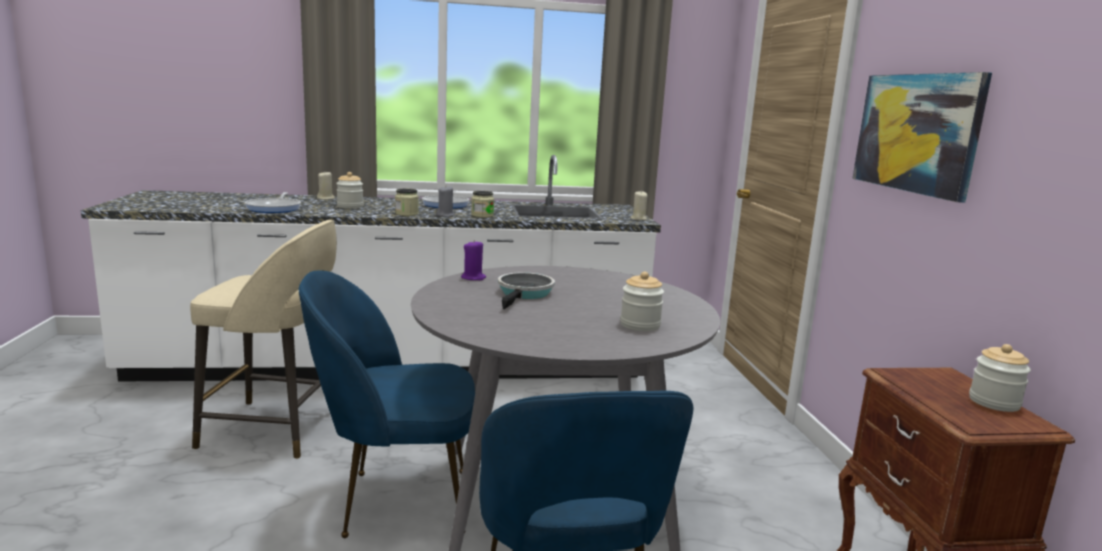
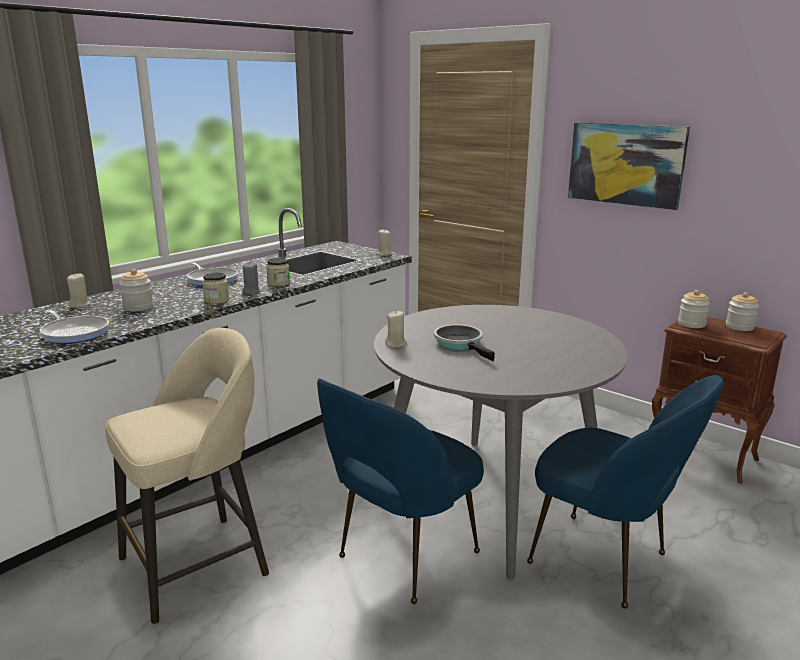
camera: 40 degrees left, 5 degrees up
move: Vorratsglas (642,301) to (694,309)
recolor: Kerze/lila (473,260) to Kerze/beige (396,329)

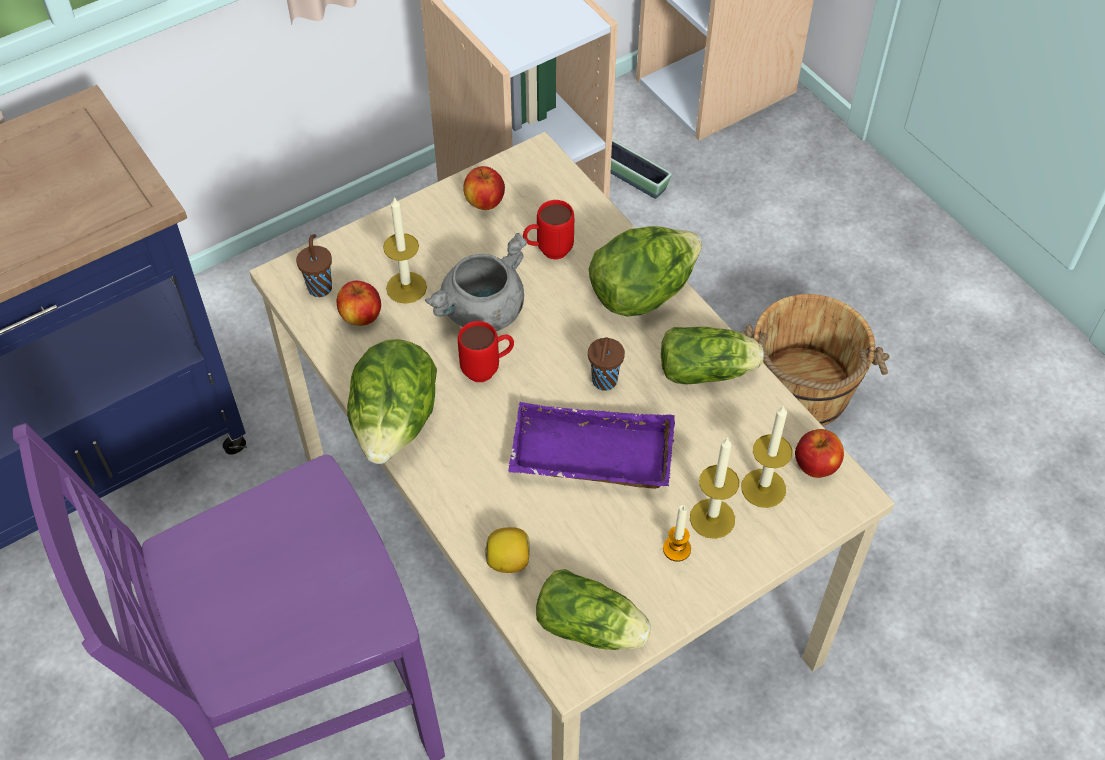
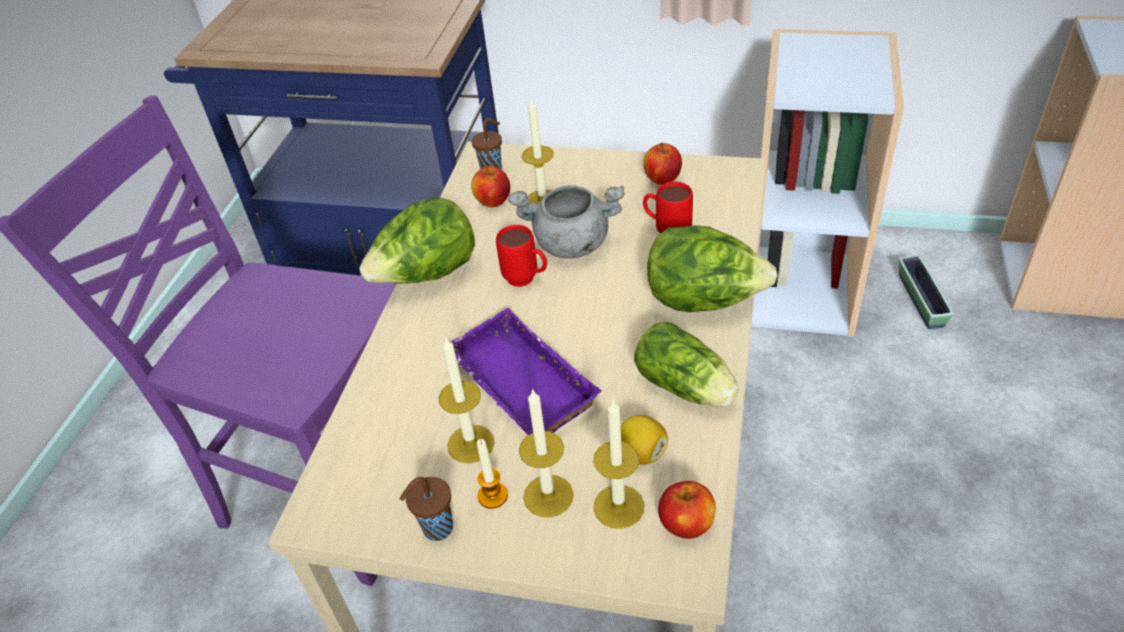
camera: 50 degrees right, 10 degrees down
delete: Eimer/braun (814,360); Salatkopf (593,609)
insert: Kerze (466,399)
move: Tasse/braun (606,364) to (426,509); Zitrone (507,550) to (644,440)

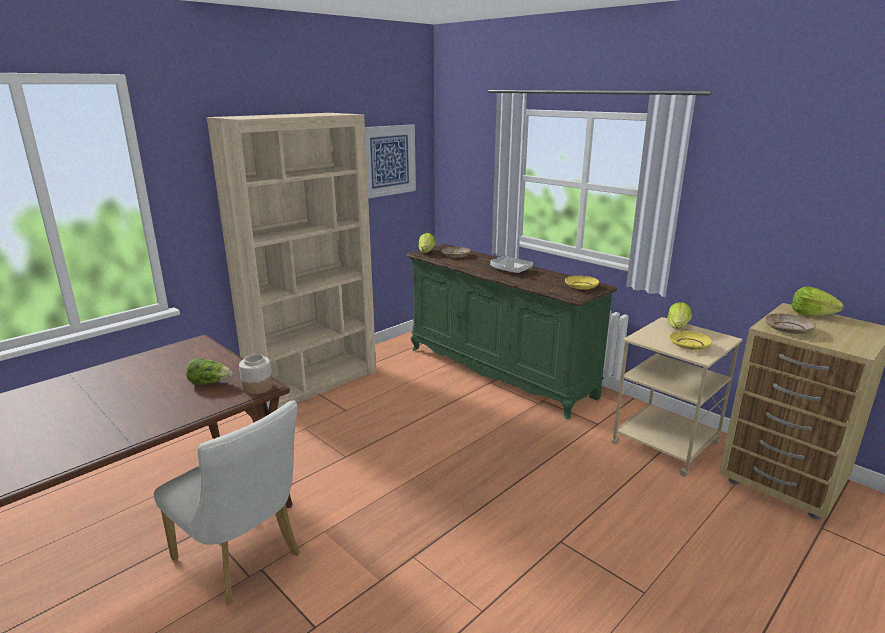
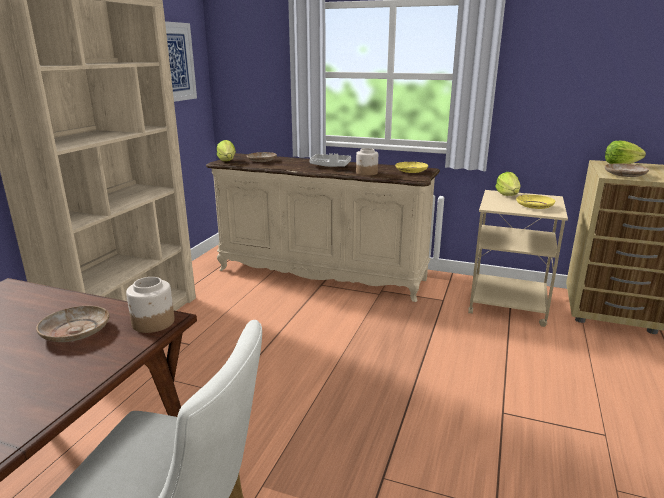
camera: 25 degrees left, 0 degrees up
insert: Vorratsglas (367,162)
replace: Salatkopf (209,371) to Teller/beige (73,324)
recolor: Schrank/grün (512,331) to Schrank/beige (323,227)

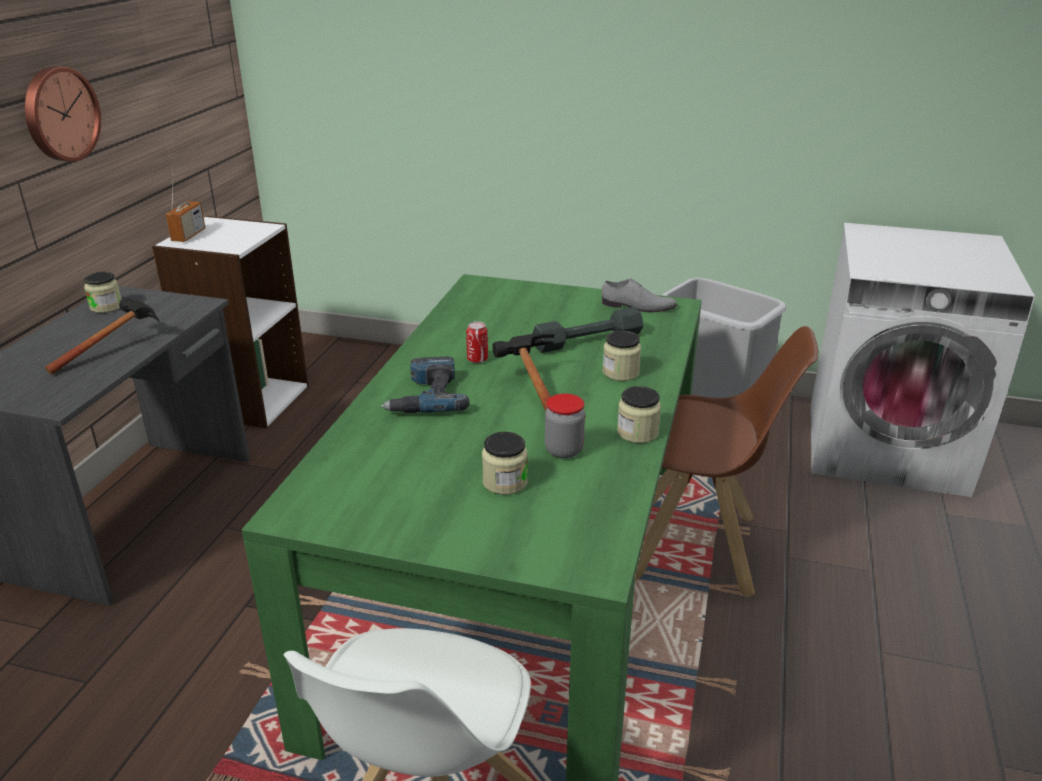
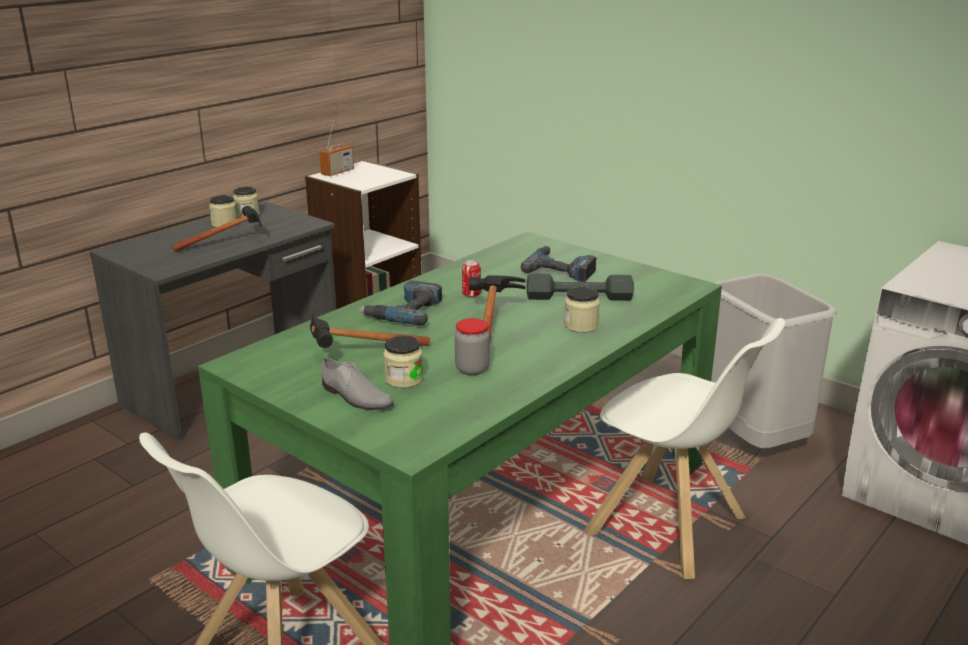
camera: 25 degrees right, 5 degrees down
delete: Wanduhr (63,114)
insert: Bohrmaschine (559,264); Hammer (370,329)
move: Schuh/grau (639,295) to (357,384); Vorratsglas (639,414) to (223,211)
recolor: Stuhl/braun (726,461) to Stuhl/weiß (684,448)

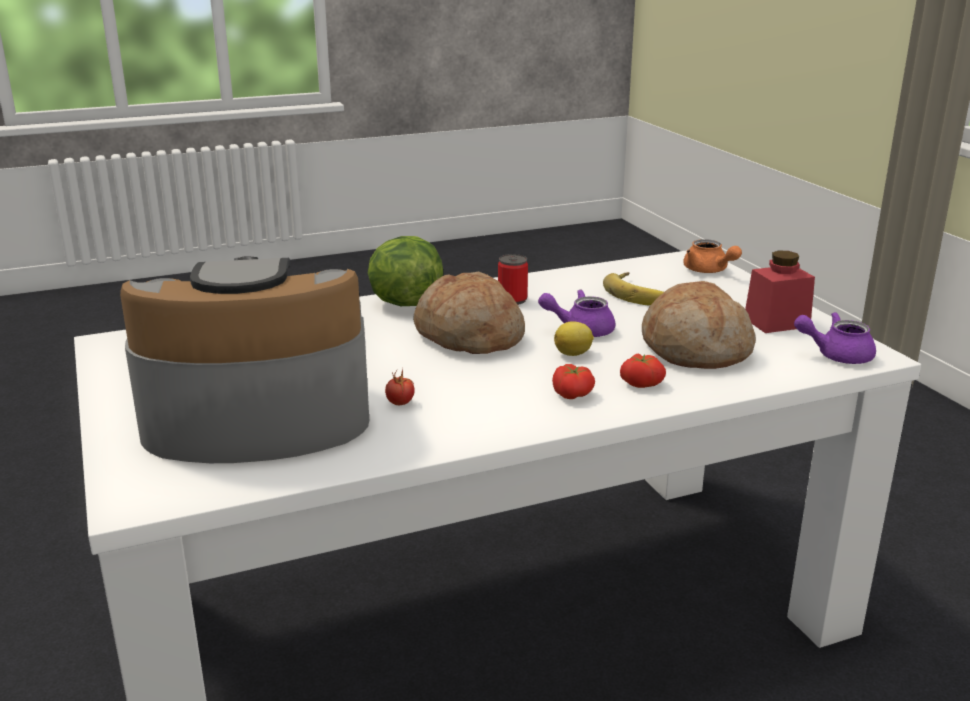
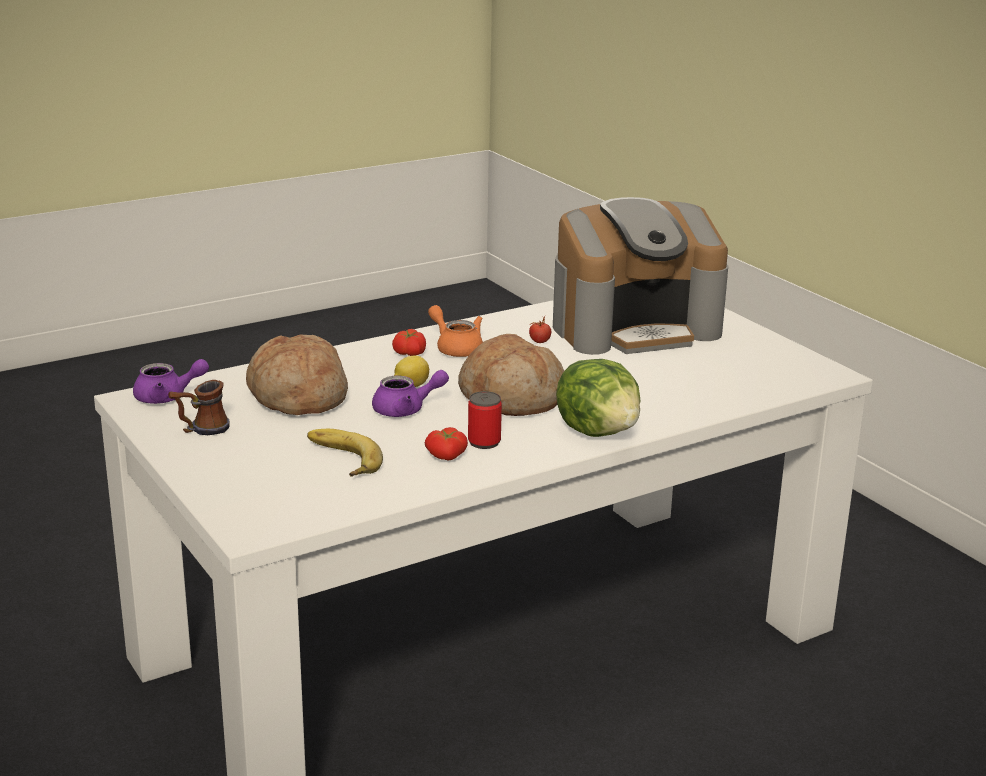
camera: 170 degrees right, 0 degrees up
move: Teekanne/orange (712,256) to (455,331); Tomate (643,370) to (446,443)
replace: Vorratsglas/rot (780,292) to Henkelbecher (198,407)

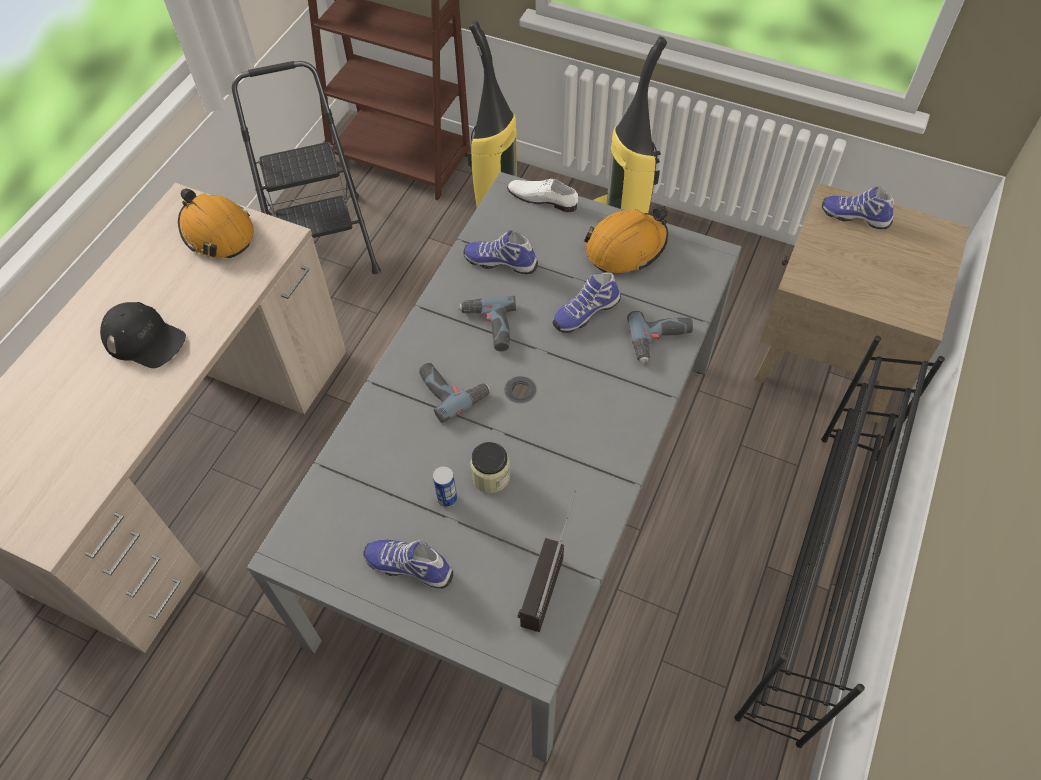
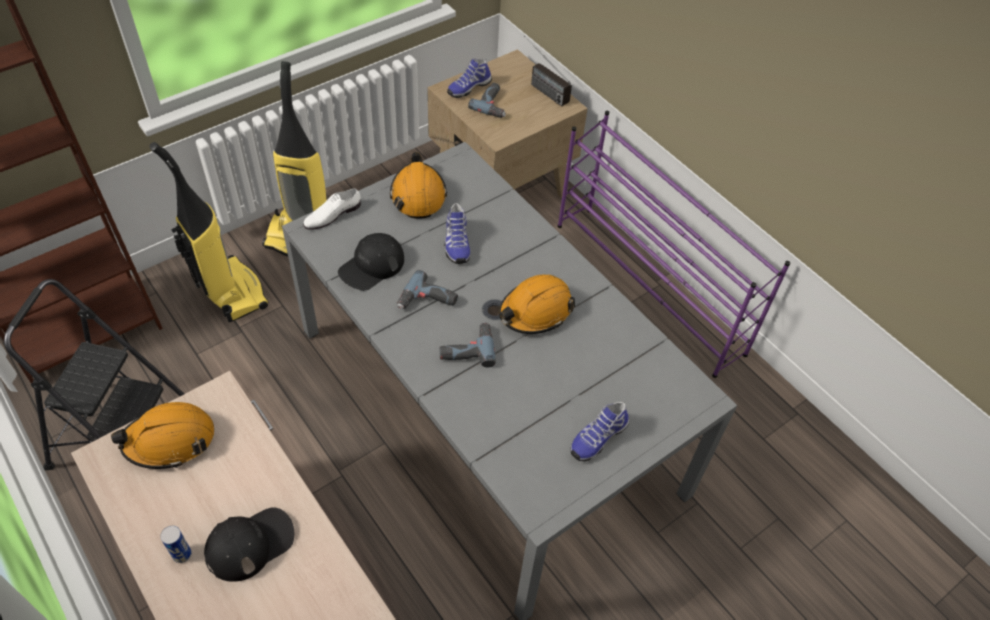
camera: 65 degrees left, 5 degrees down
delete: Vorratsglas (490,467)
insert: Schutzhelm/orange (537,304)
move: Bohrmaschine (660,337) to (487,100); Dose (445,487) to (176,544); Radio (547,561) to (548,71)
replace: Schuh (500,252) to Kappe/schwarz (371,262)
recolor: Schuhregal/schwarz (839,542) to Schuhregal/lila (674,244)

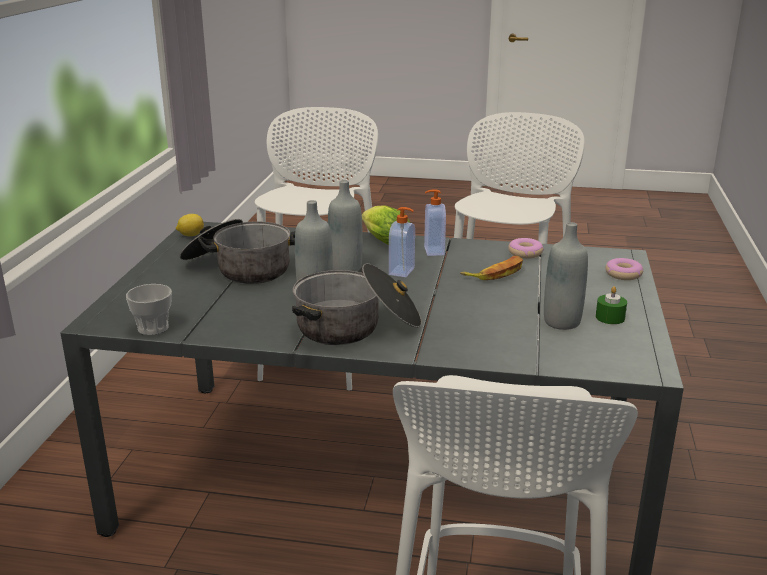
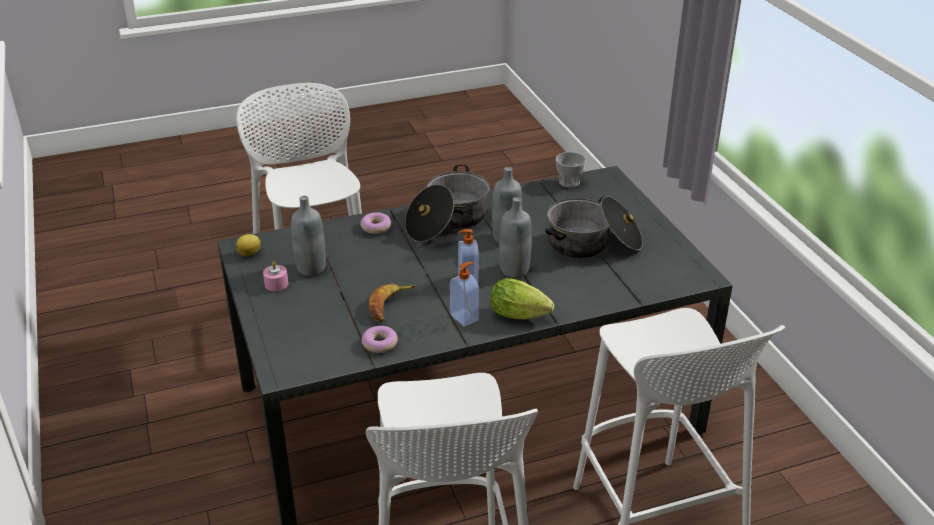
camera: 150 degrees right, 10 degrees up
move: Zitrone (190,225) to (248,245); Donut (624,269) to (375,223)
recolor: Kerze/grün (611,305) to Kerze/rosa (275,276)

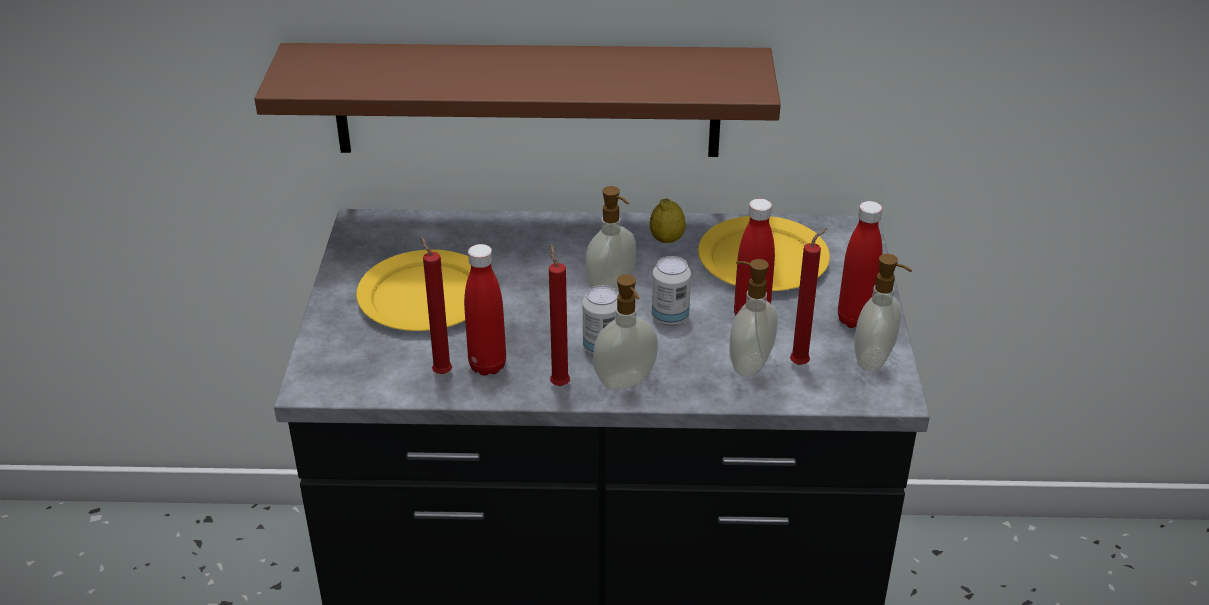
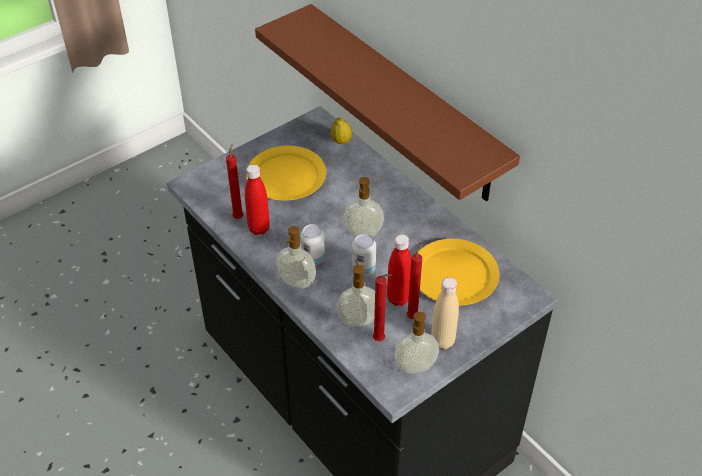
camera: 50 degrees right, 10 degrees up
move: Zitrone (668,220) to (341,130); Kerze/rot (559,315) to (414,281)
recolor: Flasche/rot (860,264) to Flasche/beige (445,313)

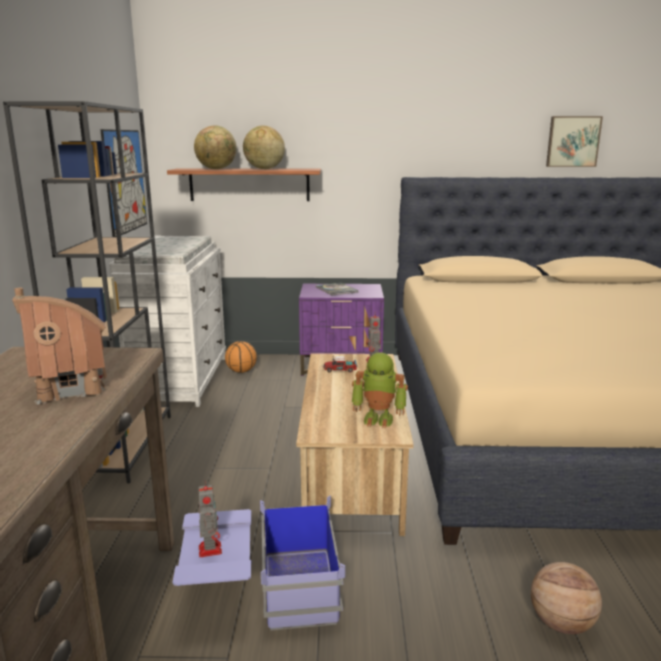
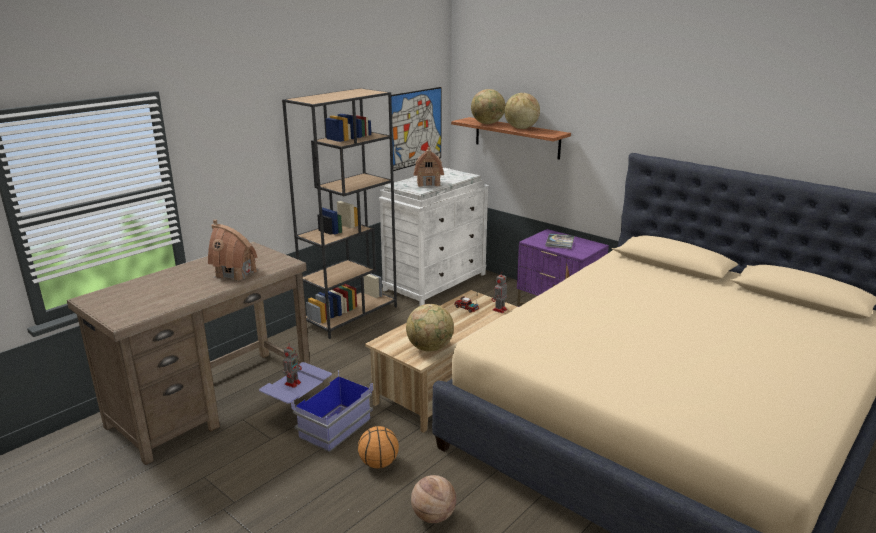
camera: 40 degrees right, 5 degrees up
delete: Bild (574,141)
insert: Spielzeughaus (429,167)
move: Basketball (241,357) to (378,447)
replace: Spielzeugroboter (380,390) to Globus (430,328)

